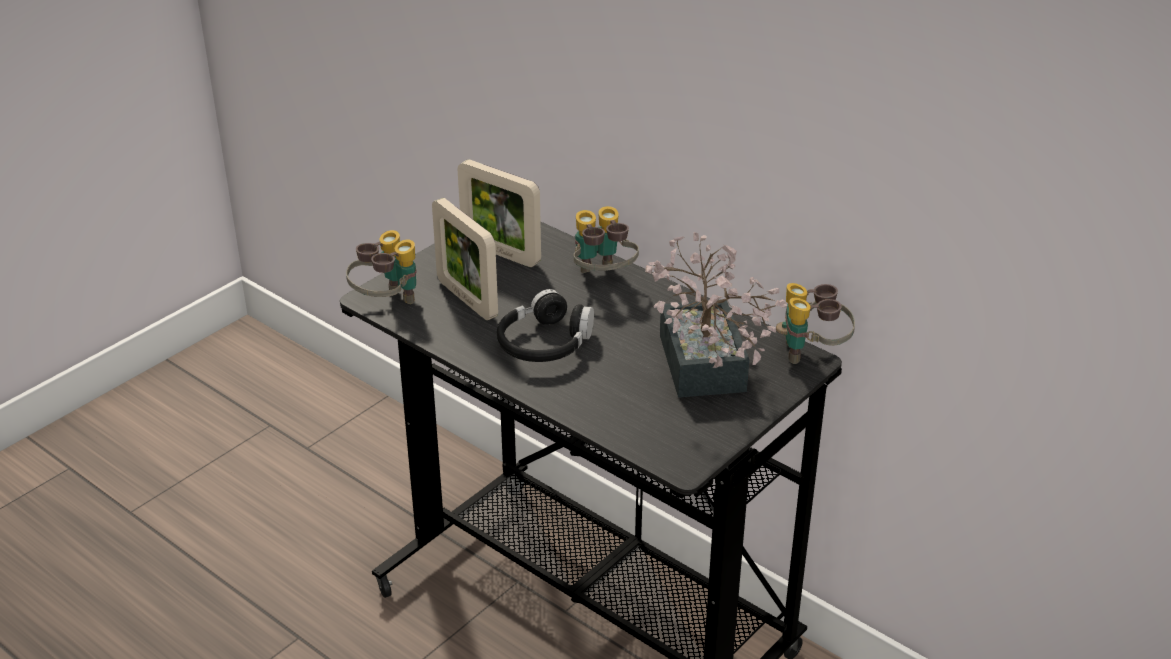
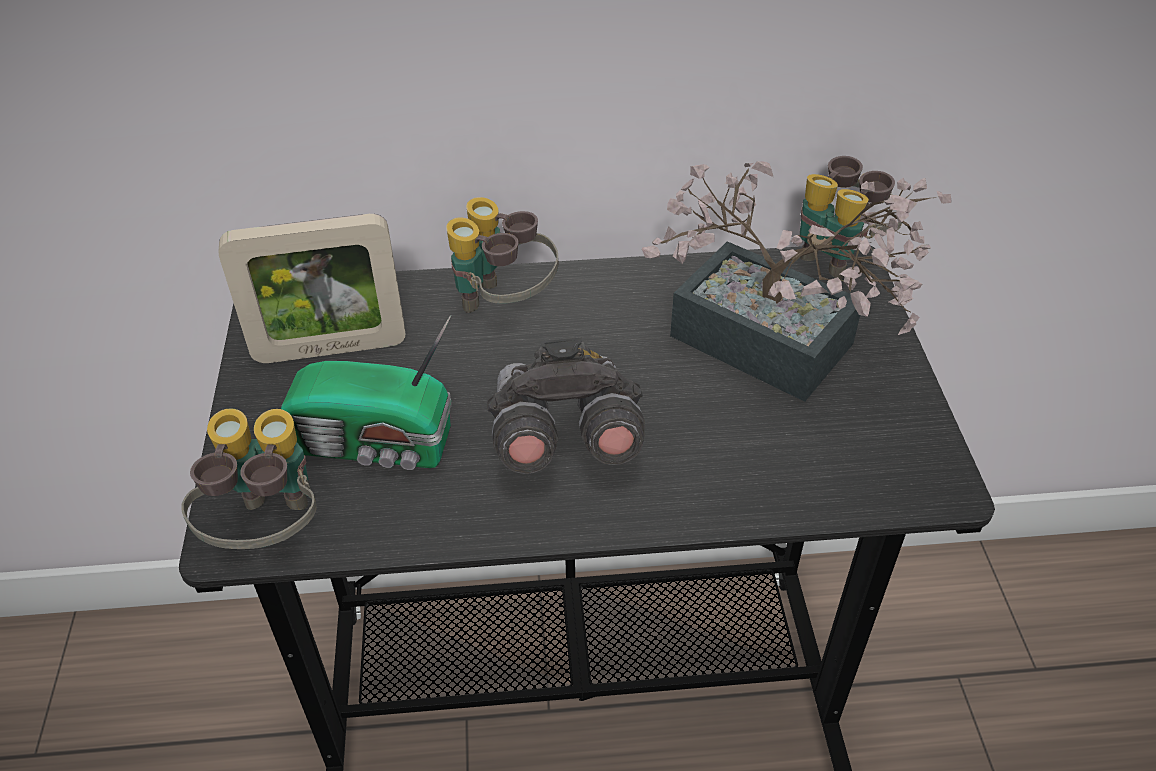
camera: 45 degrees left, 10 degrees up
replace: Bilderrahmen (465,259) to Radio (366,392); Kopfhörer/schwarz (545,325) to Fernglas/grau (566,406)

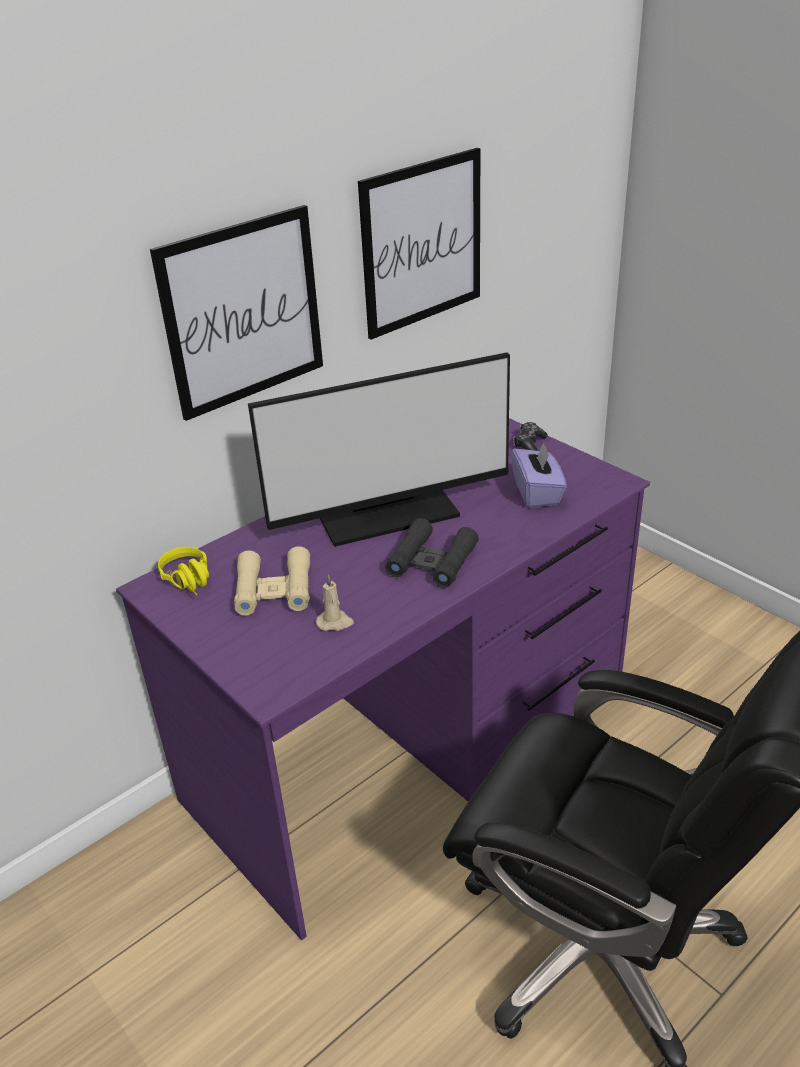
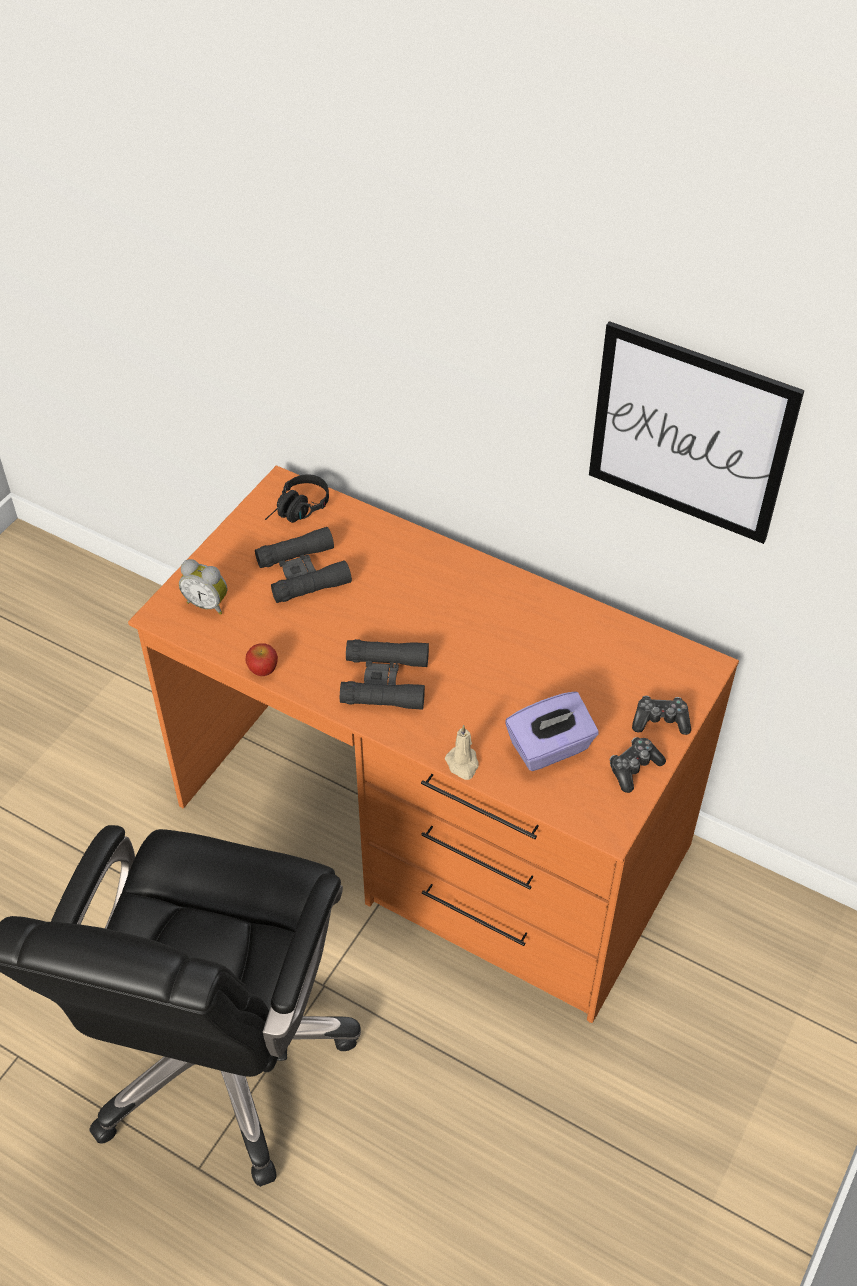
camera: 70 degrees right, 15 degrees up
delete: Bild (236,313); Monitor (379,449)
insert: Wecker (203,587); Apfel (261,659); Gamepad (638,765)
move: Kerze/beige (335,602) to (462,752)
recolor: Schreibtisch/lila (383,679) to Schreibtisch/orange (433,744); Fernglas/beige (272,581) to Fernglas/schwarz (303,565); Kopfhörer/gelb (183,571) to Kopfhörer/schwarz (297,498)

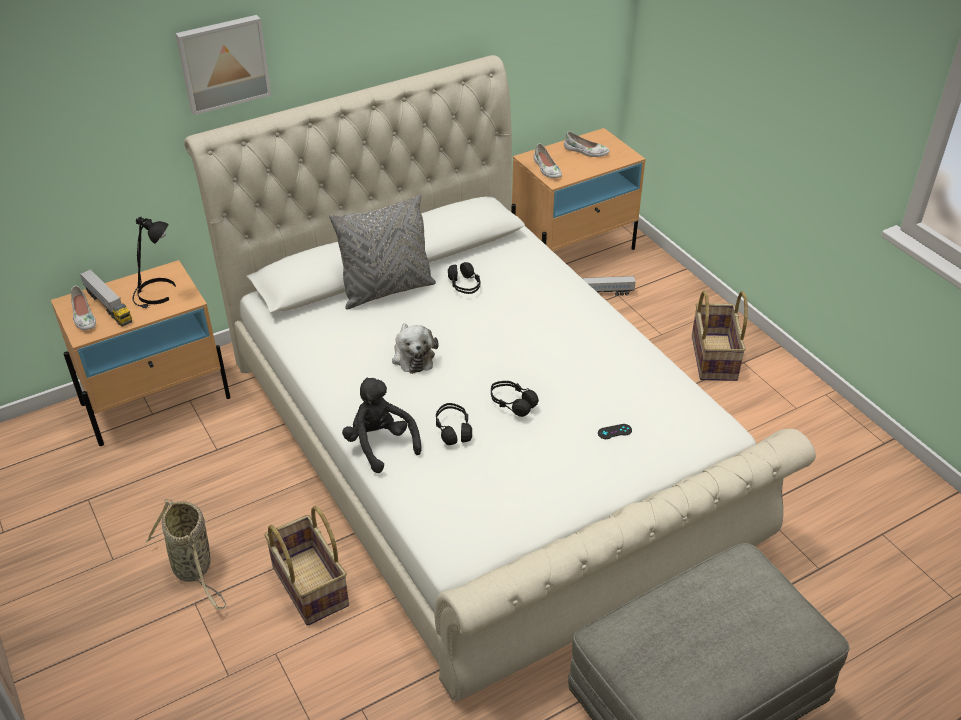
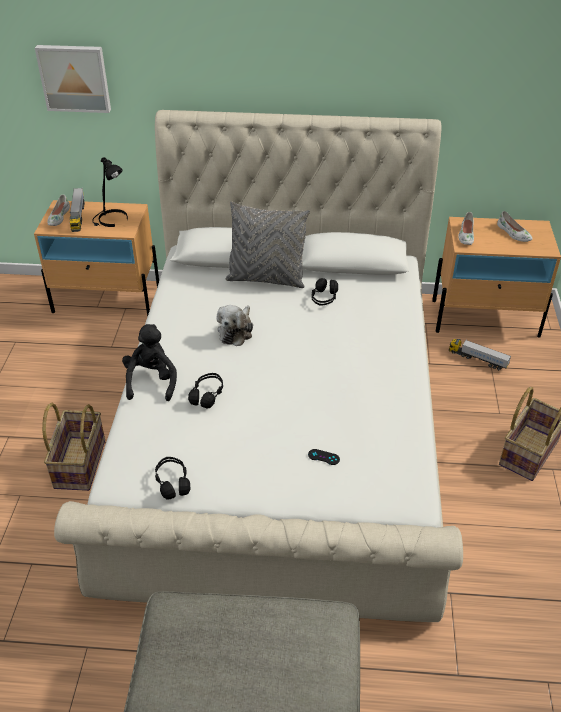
camera: 35 degrees right, 0 degrees up
delete: Korb (186,554)
move: Bild (223,65) to (73,79); Kopfhörer/schwarz (515,399) to (172,478)

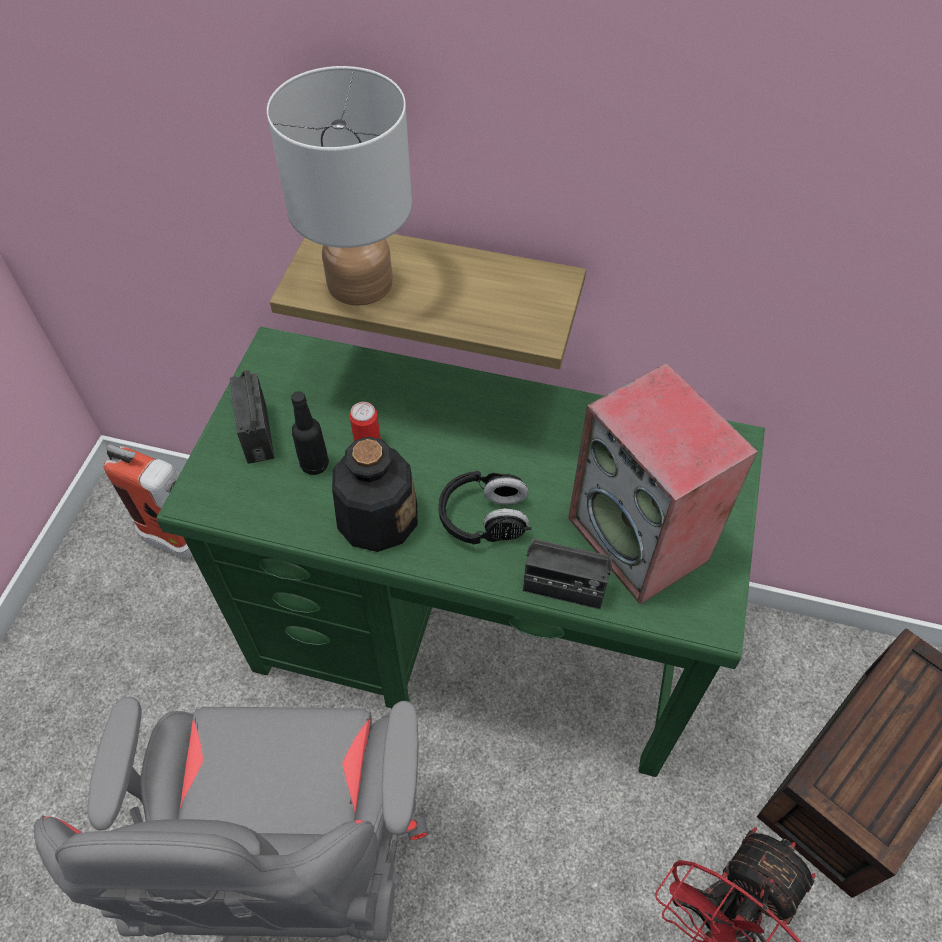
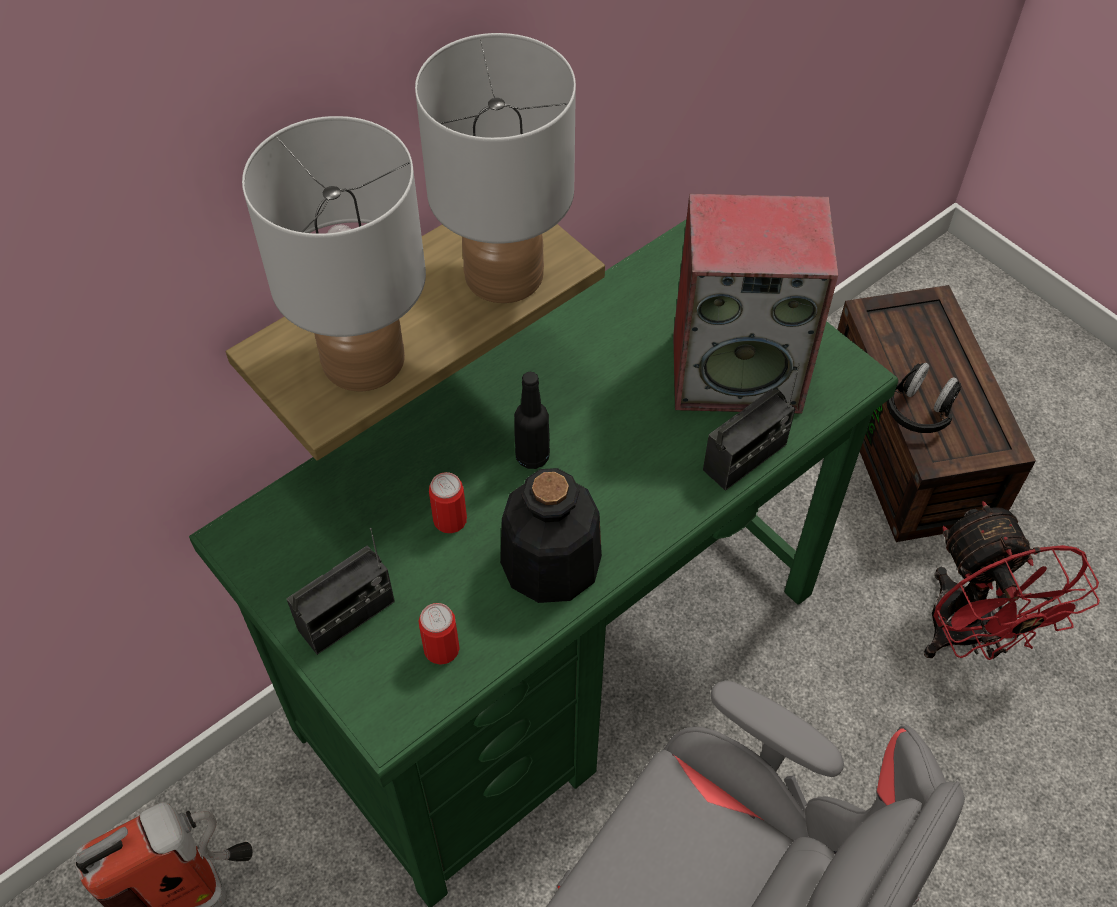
camera: 55 degrees left, 0 degrees up
insert: Tischlampe/grau (495,168); Dose (439,634)
move: Flasche/schwarz (310,433) to (532,420); Kopfhörer/schwarz (485,507) to (924,398)
rotate: Radio (250,417) = (341,591) 60 degrees counterclockwise

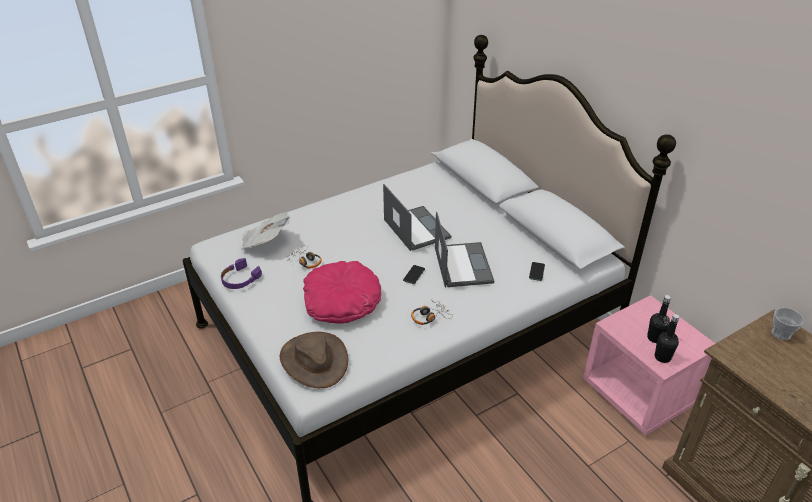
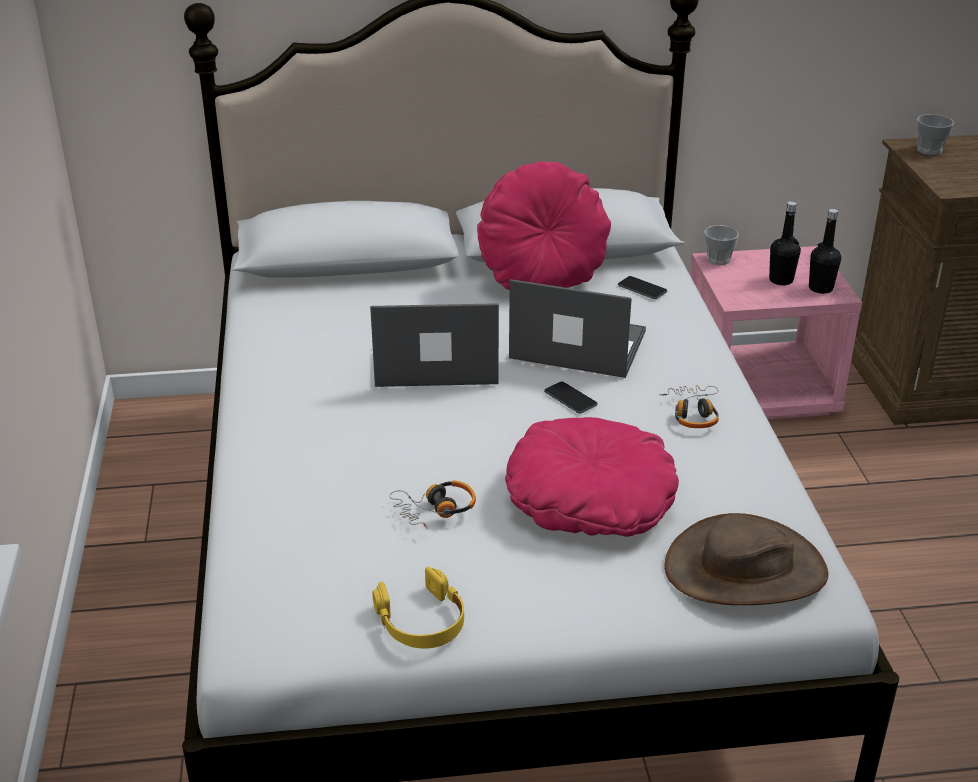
camera: 65 degrees left, 5 degrees down
delete: Zeitung (265,231)
insert: Kissen/rosa (544,226); Tasse (721,245)
recolor: Kopfhörer/lila (241,273) to Kopfhörer/gelb (418,608)

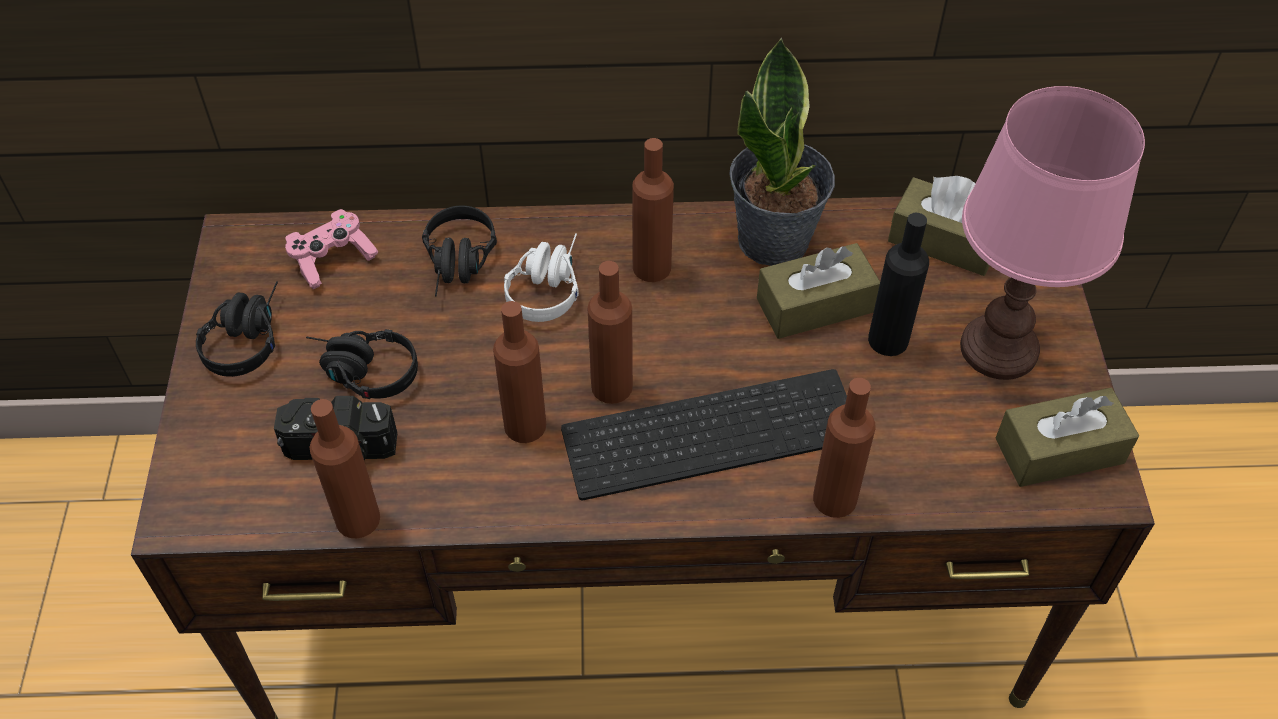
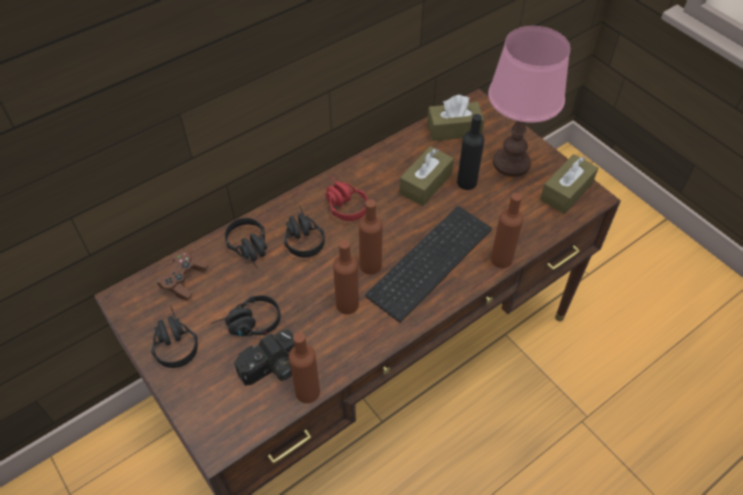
camera: 35 degrees left, 0 degrees up
delete: Topfpflanze (782,151)
replace: Flasche/braun (653,210) to Kopfhörer/rot (347,198)
recolor: Gamepad/rosa (331,249) to Gamepad/braun (182,276); Kopfhörer/weiß (541,277) to Kopfhörer/schwarz (304,231)

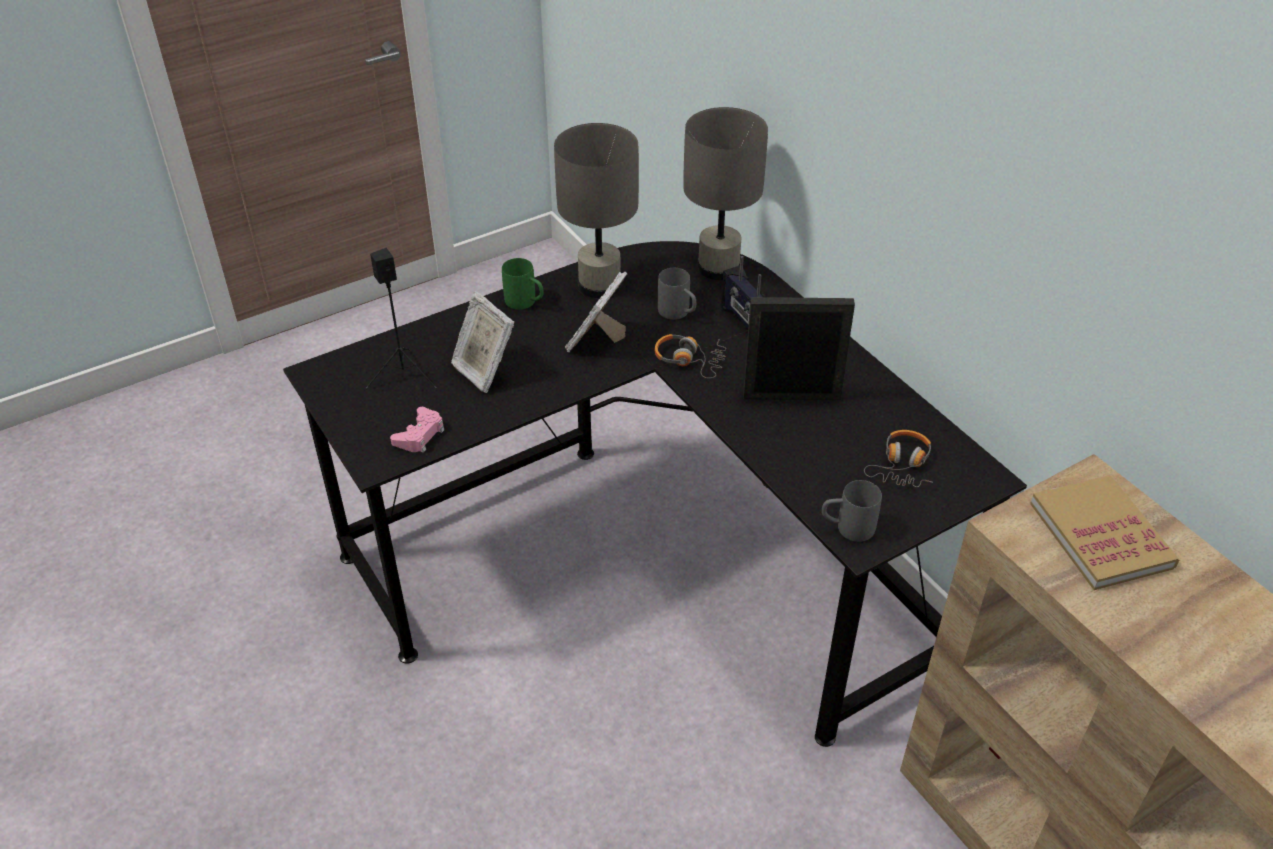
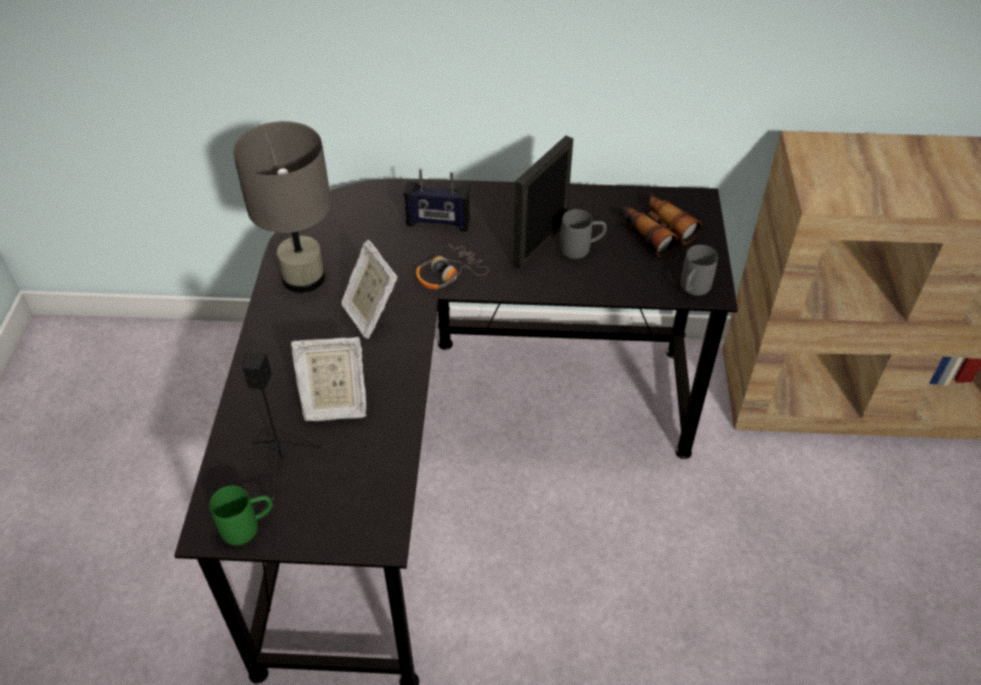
camera: 55 degrees left, 5 degrees up
delete: Tischlampe/grau (725,193); Gamepad/rosa (417,430); Buch (1105,532)
move: Henkelbecher/grün (523,284) to (241,515); Henkelbecher/grau (677,294) to (583,234)
replace: Kopfhörer (898,458) to Fernglas (660,225)

